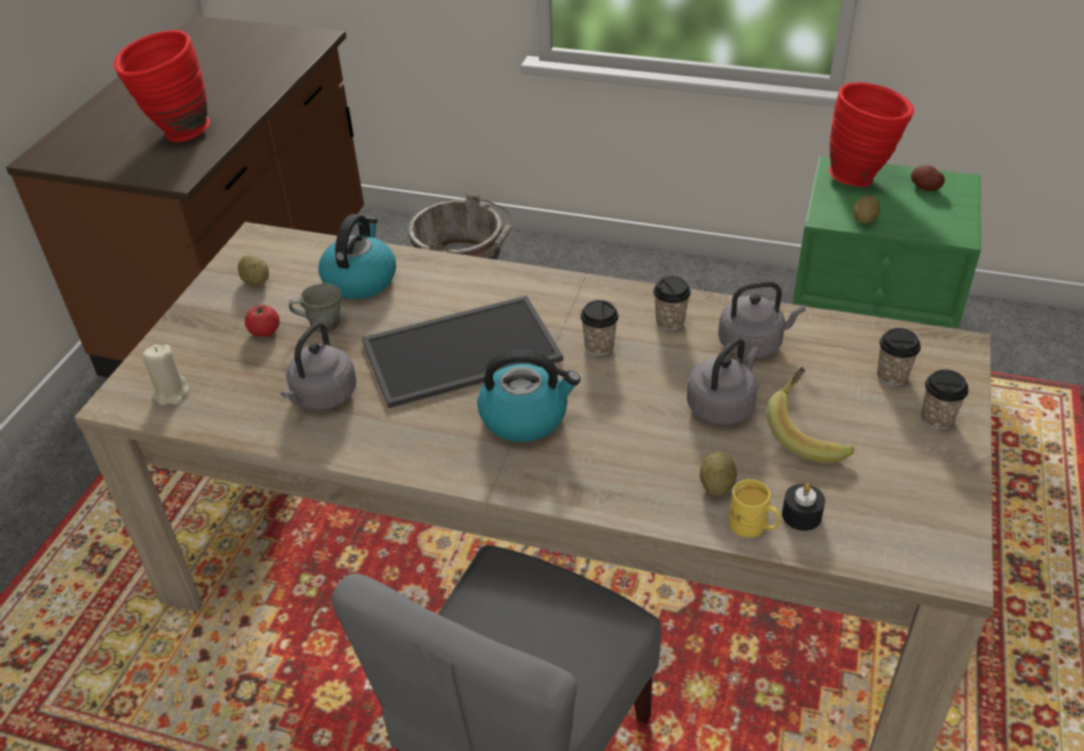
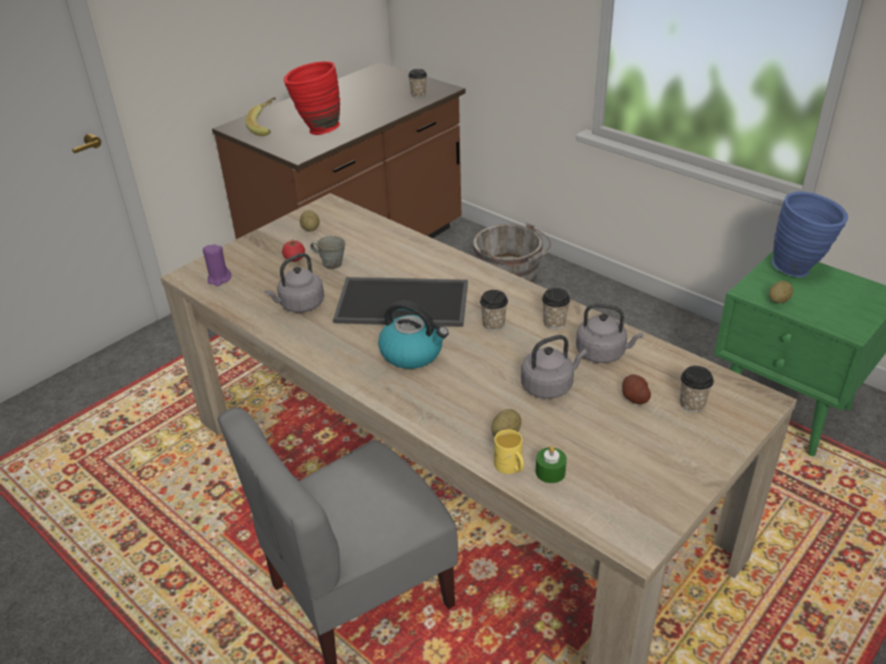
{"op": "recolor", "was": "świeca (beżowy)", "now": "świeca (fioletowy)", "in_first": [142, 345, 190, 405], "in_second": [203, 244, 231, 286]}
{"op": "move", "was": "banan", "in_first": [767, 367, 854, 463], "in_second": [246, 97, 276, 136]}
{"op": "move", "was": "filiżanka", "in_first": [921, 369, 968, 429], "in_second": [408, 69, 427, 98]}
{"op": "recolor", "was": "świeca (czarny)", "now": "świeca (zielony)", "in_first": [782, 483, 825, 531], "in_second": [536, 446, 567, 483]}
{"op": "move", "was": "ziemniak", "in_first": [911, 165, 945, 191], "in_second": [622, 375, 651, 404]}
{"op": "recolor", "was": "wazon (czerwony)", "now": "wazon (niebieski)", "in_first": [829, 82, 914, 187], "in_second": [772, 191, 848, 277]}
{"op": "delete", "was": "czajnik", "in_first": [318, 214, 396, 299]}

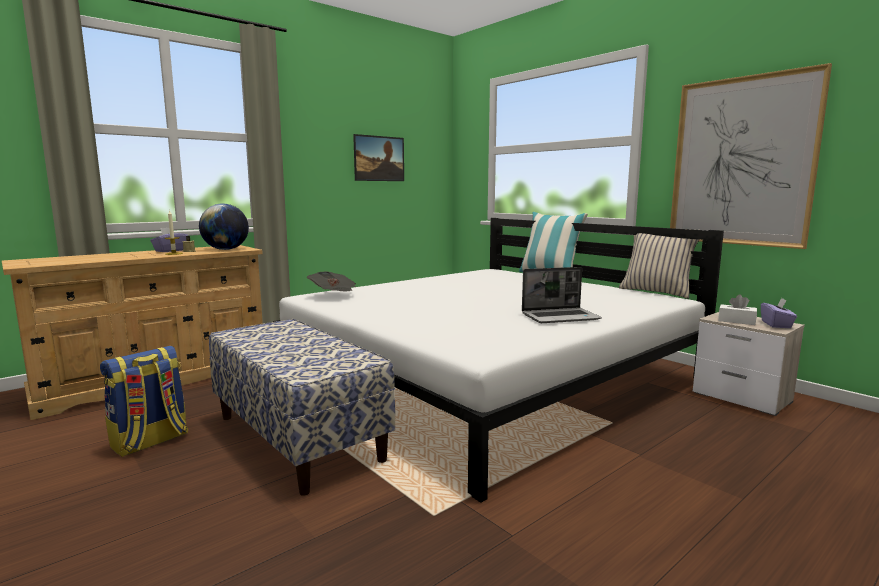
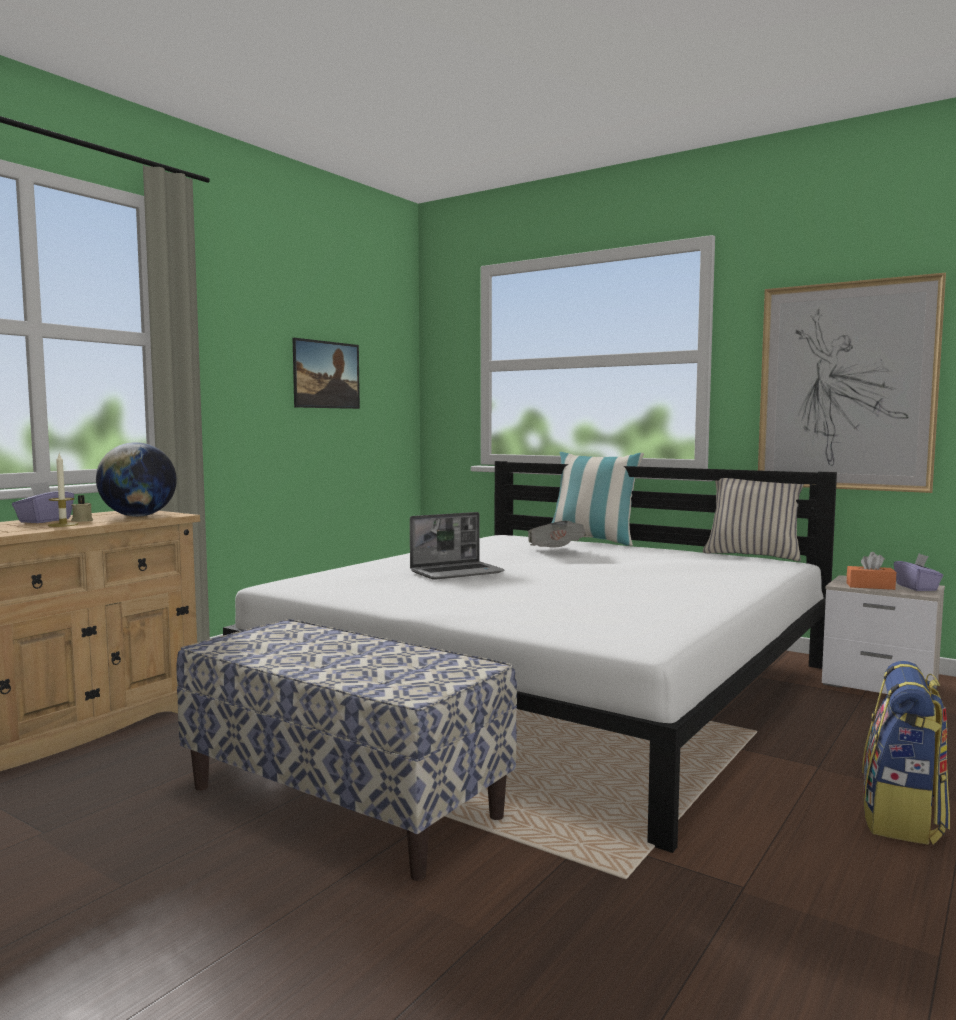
{"op": "move", "was": "laptop", "in_first": [522, 267, 602, 323], "in_second": [410, 512, 505, 580]}
{"op": "move", "was": "gazeta", "in_first": [307, 272, 356, 291], "in_second": [528, 521, 586, 548]}
{"op": "recolor", "was": "pudełko chusteczek (biały)", "now": "pudełko chusteczek (pomarańczowy)", "in_first": [718, 295, 757, 325], "in_second": [846, 552, 896, 590]}
{"op": "move", "was": "plecak", "in_first": [100, 346, 188, 457], "in_second": [862, 661, 950, 845]}

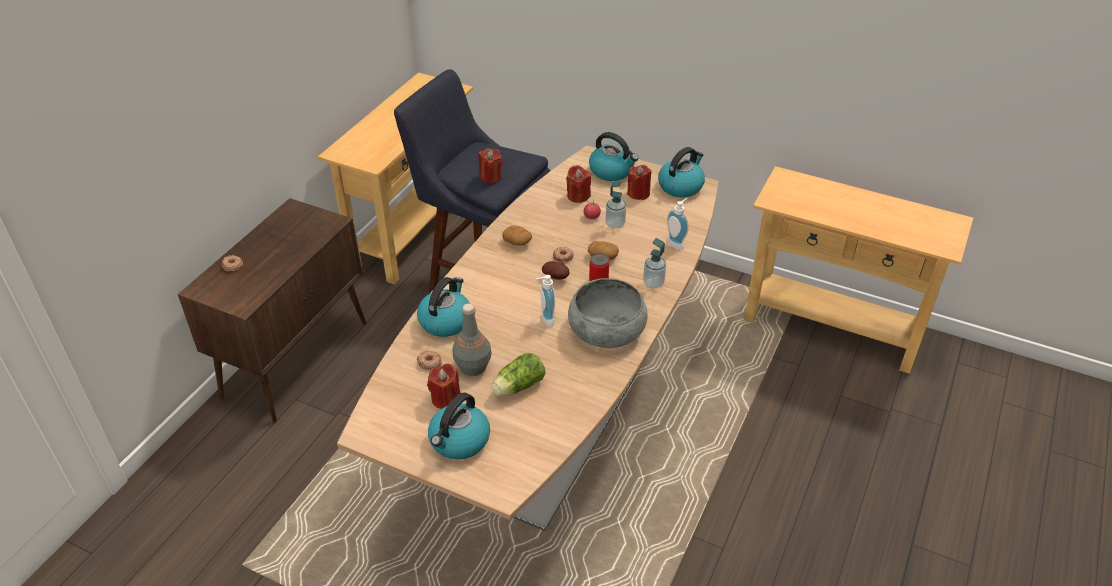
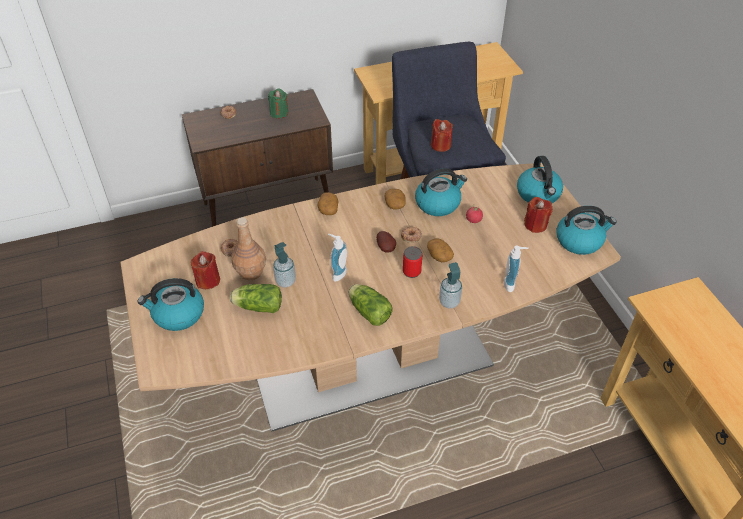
{"op": "recolor", "was": "butelka (szary)", "now": "butelka (brązowy)", "in_first": [453, 304, 492, 376], "in_second": [231, 217, 266, 280]}
{"op": "insert", "now": "świeca (zielony)", "in_second": [268, 88, 288, 118]}
{"op": "move", "was": "dozownik mydła", "in_first": [606, 181, 626, 229], "in_second": [273, 242, 296, 287]}
{"op": "insert", "now": "ziemniak", "in_second": [318, 192, 338, 215]}
{"op": "replace", "was": "miska (szary)", "now": "sałata", "in_first": [568, 278, 648, 348], "in_second": [348, 284, 393, 326]}
{"op": "move", "was": "czajnik", "in_first": [417, 277, 470, 337], "in_second": [415, 168, 467, 216]}
{"op": "delete", "was": "świeca (czerwony)", "in_first": [566, 165, 591, 203]}

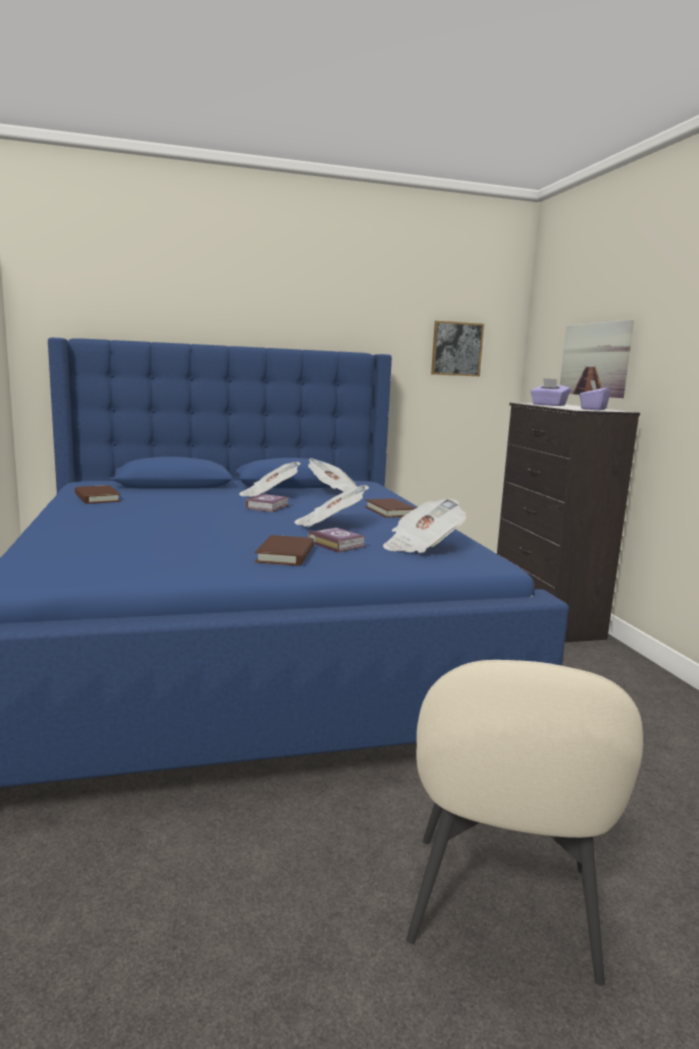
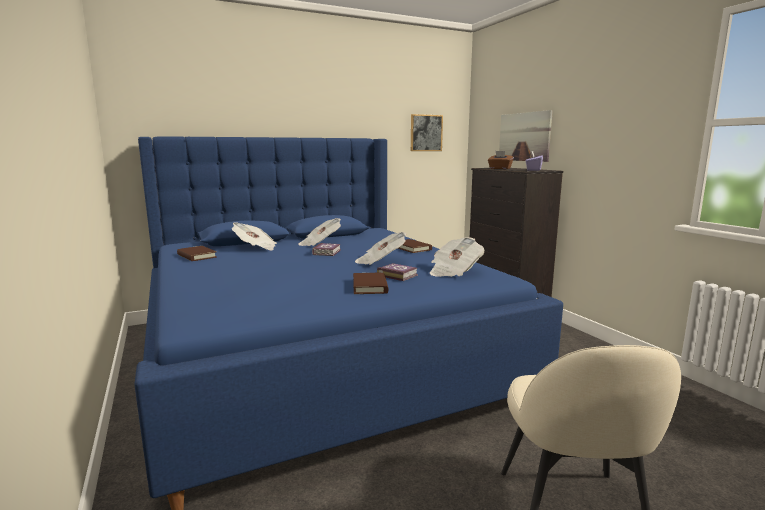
{"op": "move", "was": "gazeta", "in_first": [308, 458, 358, 492], "in_second": [232, 222, 277, 251]}
{"op": "recolor", "was": "pudełko chusteczek (fioletowy)", "now": "pudełko chusteczek (brązowy)", "in_first": [530, 378, 570, 406], "in_second": [488, 151, 514, 169]}

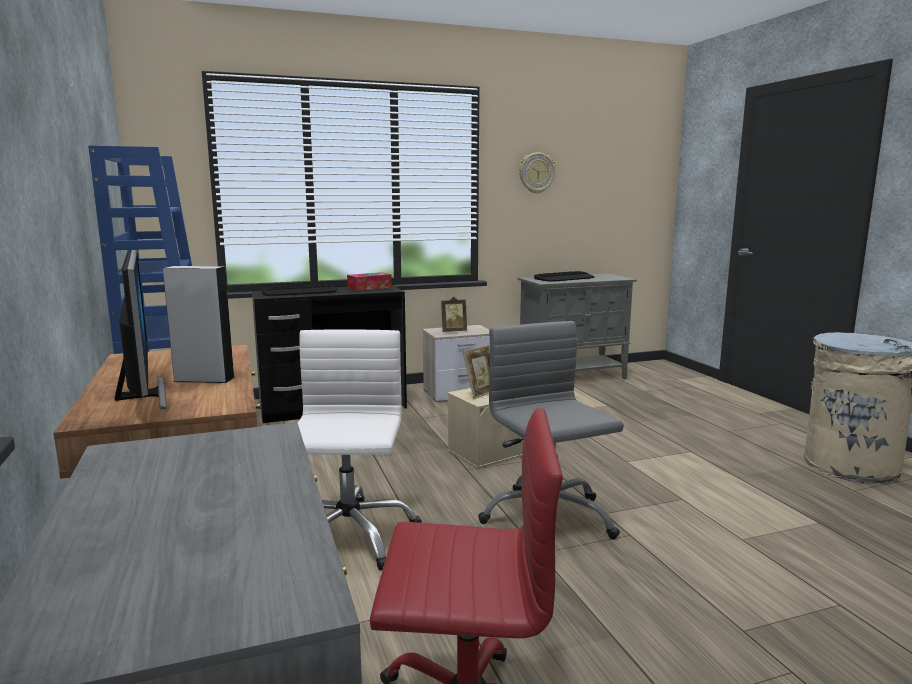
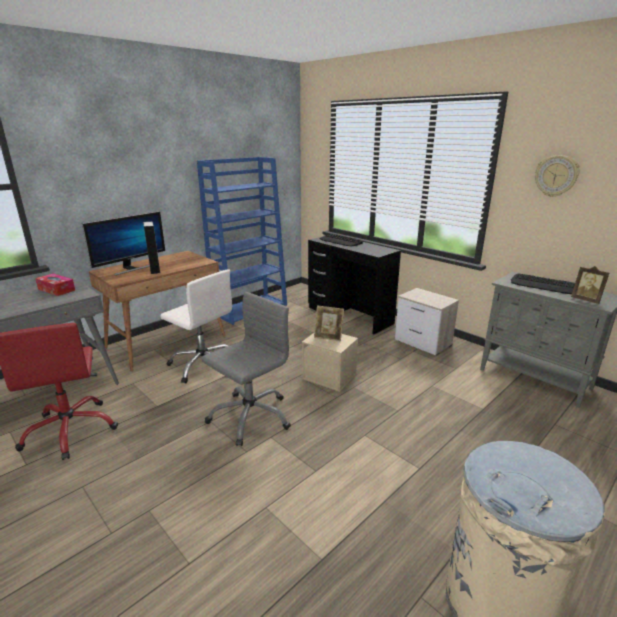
{"op": "move", "was": "pudełko chusteczek", "in_first": [347, 272, 392, 291], "in_second": [35, 273, 75, 296]}
{"op": "rotate", "was": "krzesło biurowe (biały)", "in_first": [297, 329, 422, 571], "in_second": [160, 269, 232, 383], "clockwise": 60}
{"op": "move", "was": "ramka na zdjęcie", "in_first": [441, 297, 467, 332], "in_second": [571, 266, 609, 304]}

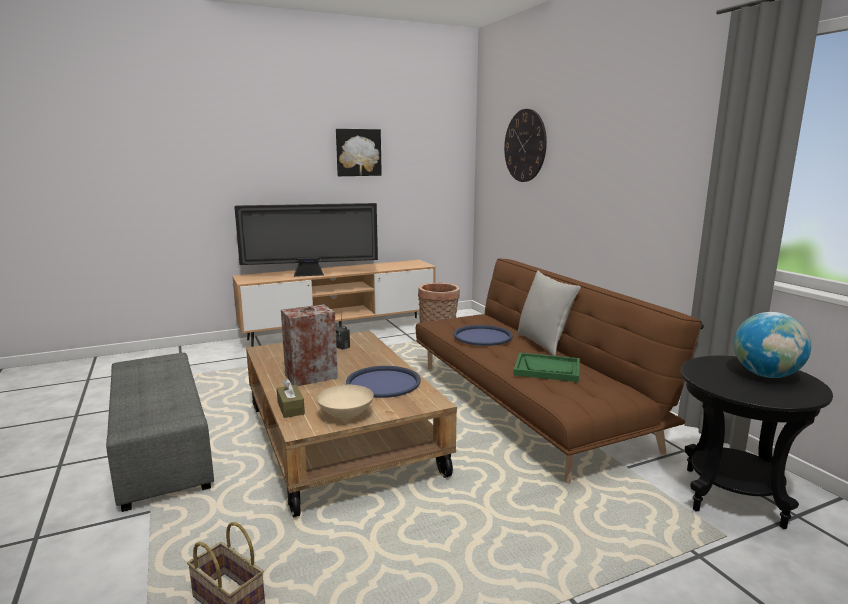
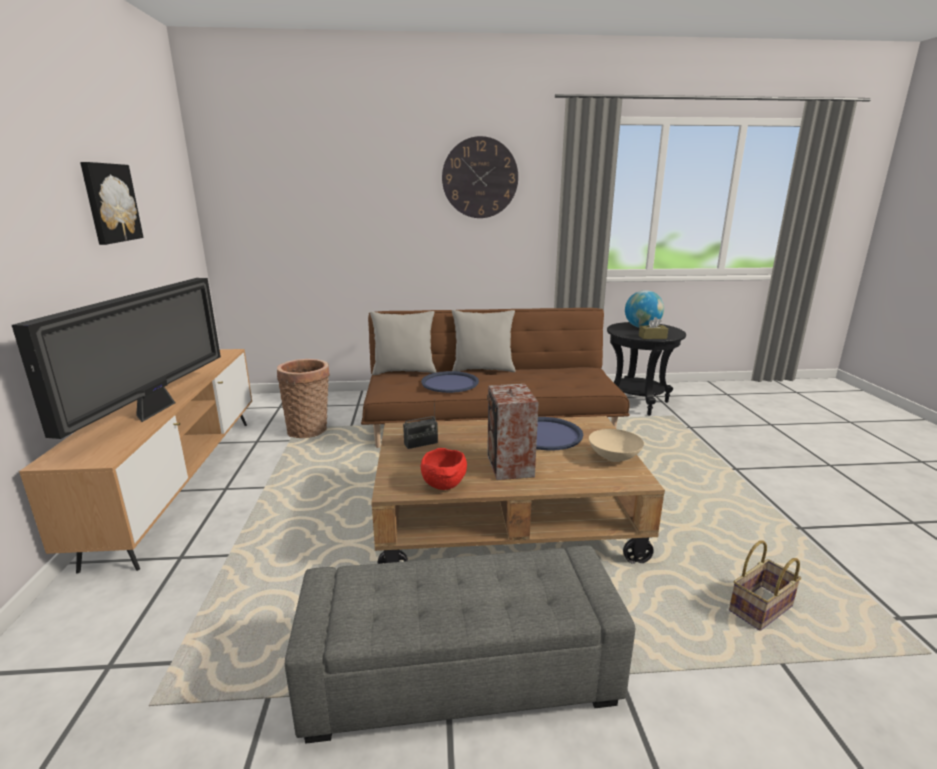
{"op": "insert", "now": "poduszka (szary)", "in_second": [370, 311, 437, 375]}
{"op": "insert", "now": "miska (czerwony)", "in_second": [421, 448, 467, 490]}
{"op": "move", "was": "zegar ścienny", "in_first": [504, 109, 547, 182], "in_second": [442, 136, 518, 218]}
{"op": "move", "was": "pudełko chusteczek (brązowy)", "in_first": [277, 378, 305, 418], "in_second": [639, 317, 668, 339]}
{"op": "delete", "was": "taca (zielony)", "in_first": [513, 352, 580, 382]}

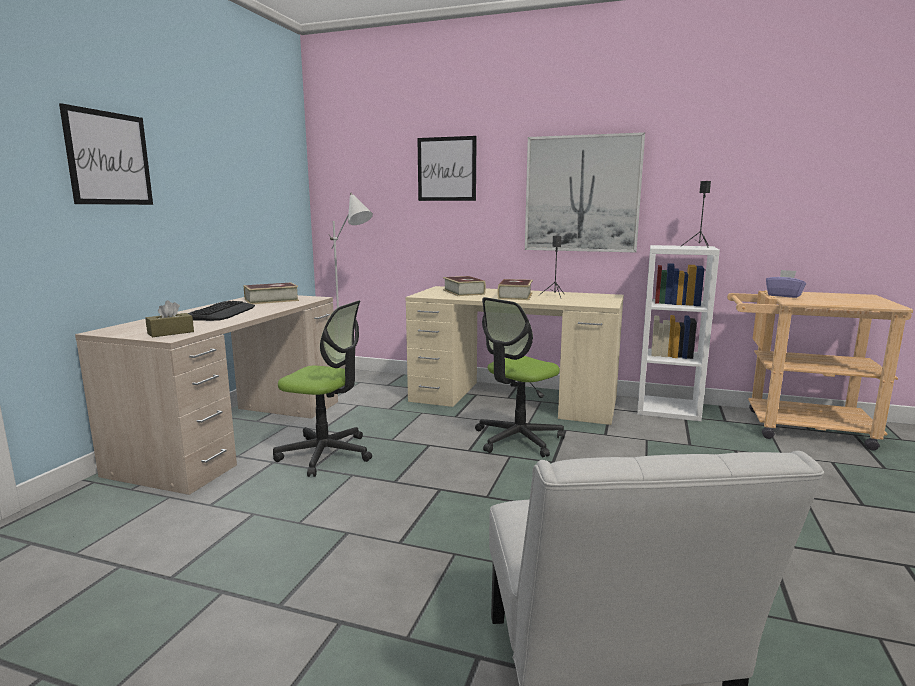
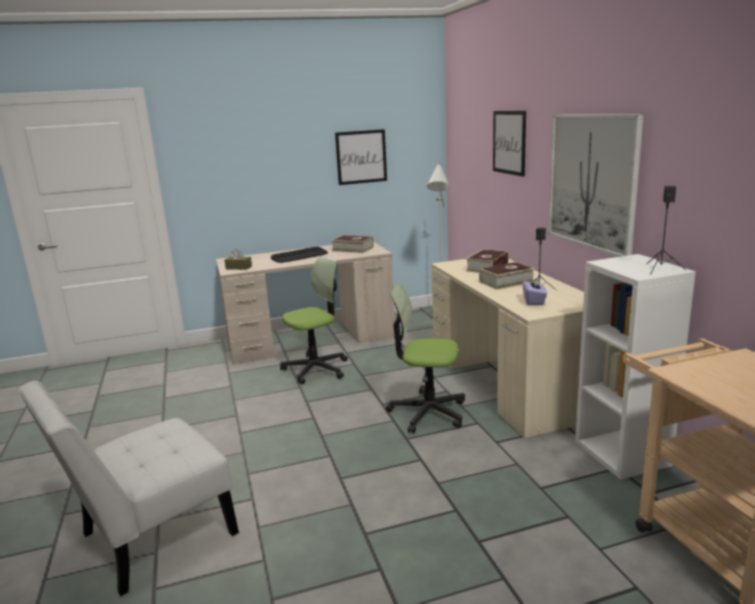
{"op": "rotate", "was": "krzesło biurowe", "in_first": [273, 301, 372, 477], "in_second": [280, 256, 348, 384], "clockwise": -105}
{"op": "move", "was": "obraz", "in_first": [59, 103, 153, 205], "in_second": [335, 129, 387, 185]}
{"op": "move", "was": "pudełko chusteczek (fioletowy)", "in_first": [766, 270, 806, 298], "in_second": [523, 277, 547, 305]}

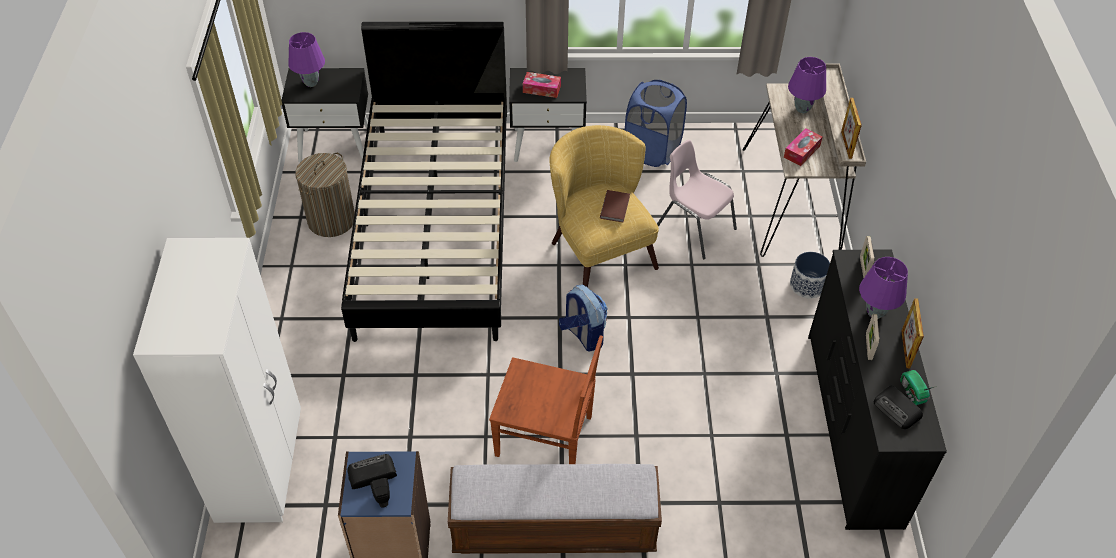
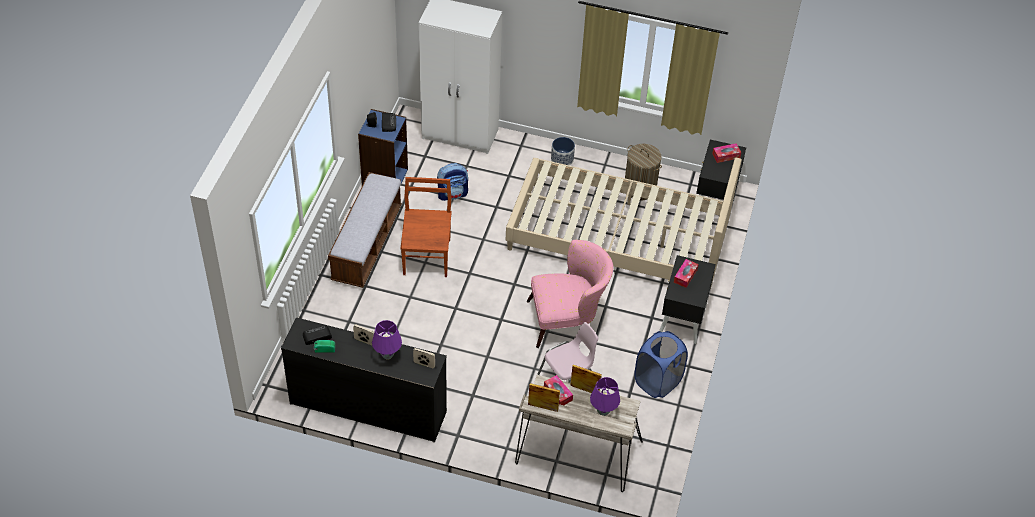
{"op": "rotate", "was": "krzesło (brązowy)", "in_first": [489, 335, 603, 464], "in_second": [401, 177, 452, 277], "clockwise": 150}
{"op": "move", "was": "plecak", "in_first": [559, 285, 608, 352], "in_second": [437, 163, 468, 201]}
{"op": "recolor", "was": "łóżko (czarny)", "now": "łóżko (beżowy)", "in_first": [341, 22, 507, 342], "in_second": [506, 158, 742, 289]}
{"op": "recolor", "was": "fotel (żółty)", "now": "fotel (różowy)", "in_first": [549, 125, 659, 288], "in_second": [527, 240, 613, 348]}
{"op": "move", "was": "donica", "in_first": [790, 252, 830, 298], "in_second": [551, 137, 575, 166]}
{"op": "move", "was": "ramka na zdjęcie", "in_first": [901, 298, 924, 368], "in_second": [570, 365, 602, 393]}
{"op": "replace", "was": "lampa stołowa (fioletowy)", "now": "pudełko chusteczek", "in_first": [288, 32, 325, 87], "in_second": [712, 143, 741, 163]}
{"op": "delete", "was": "książka (brązowy)", "in_first": [600, 190, 630, 223]}

